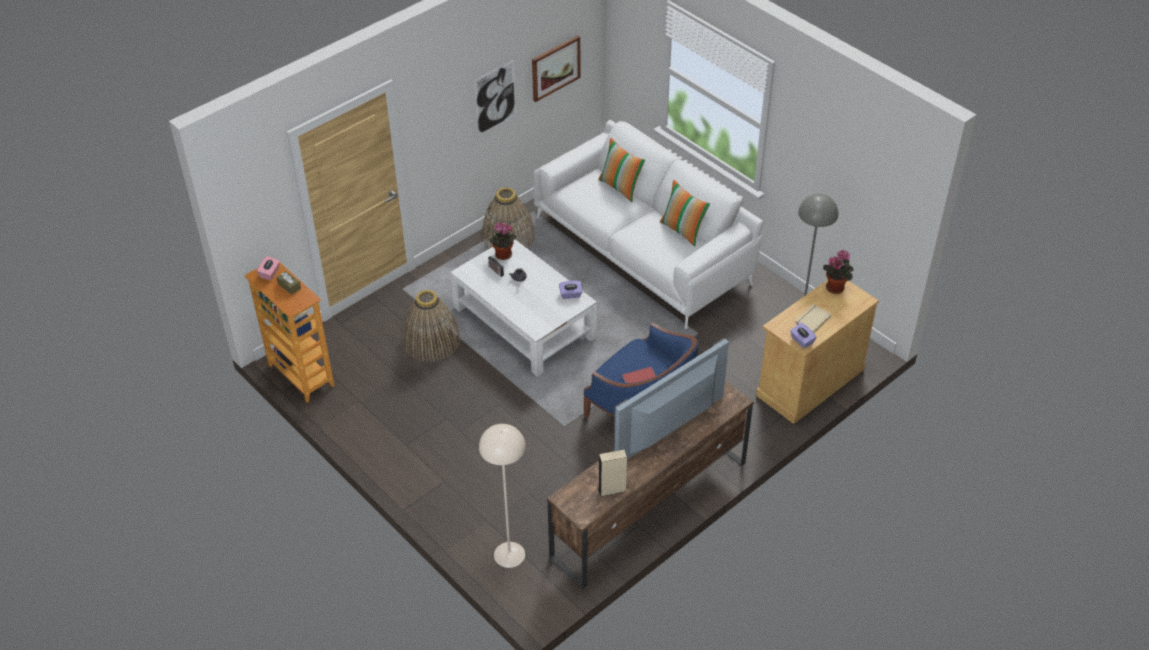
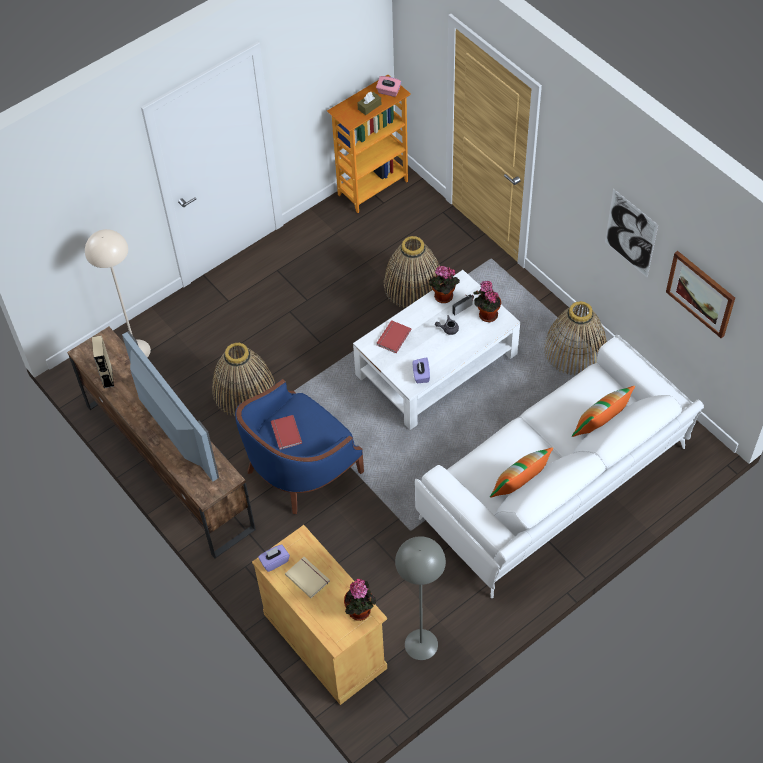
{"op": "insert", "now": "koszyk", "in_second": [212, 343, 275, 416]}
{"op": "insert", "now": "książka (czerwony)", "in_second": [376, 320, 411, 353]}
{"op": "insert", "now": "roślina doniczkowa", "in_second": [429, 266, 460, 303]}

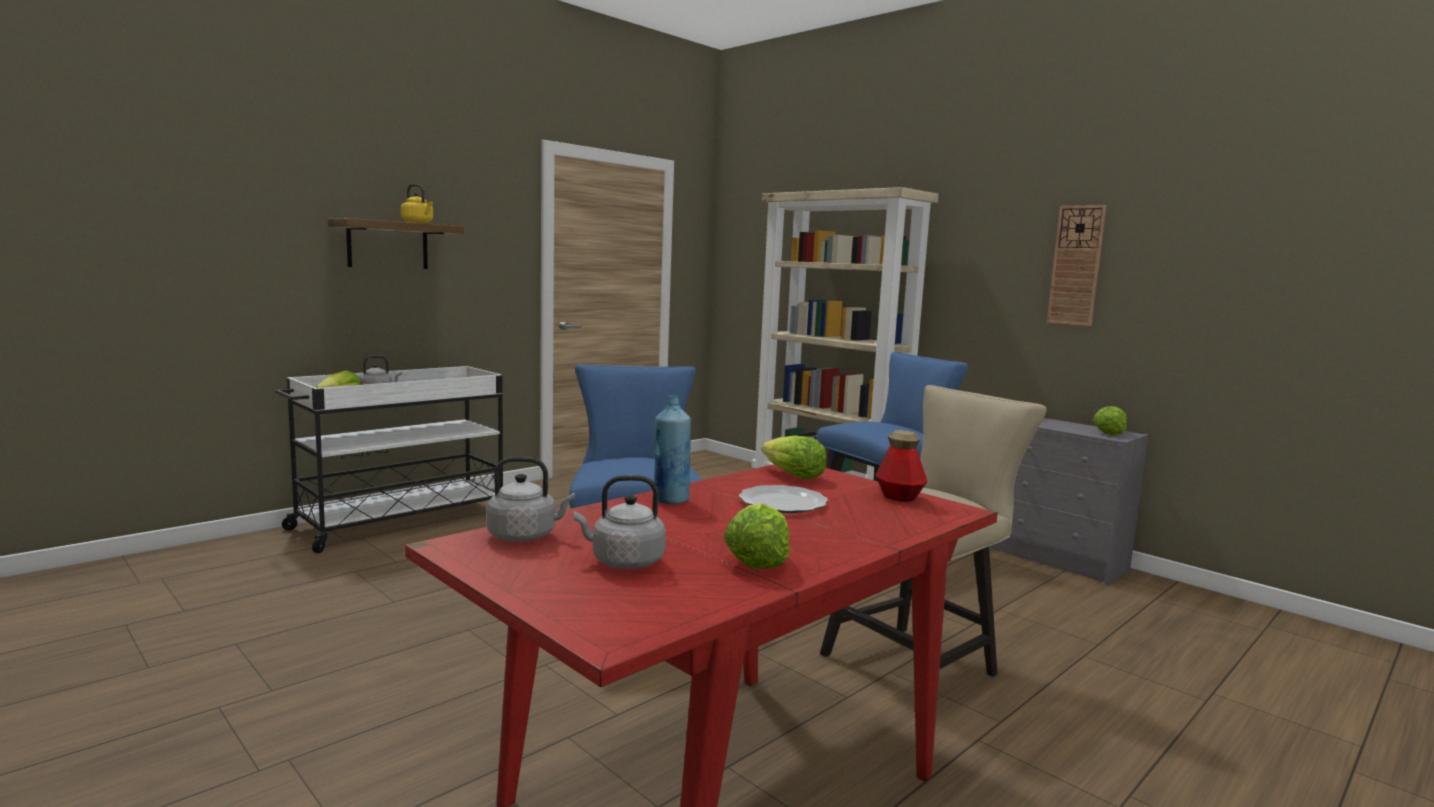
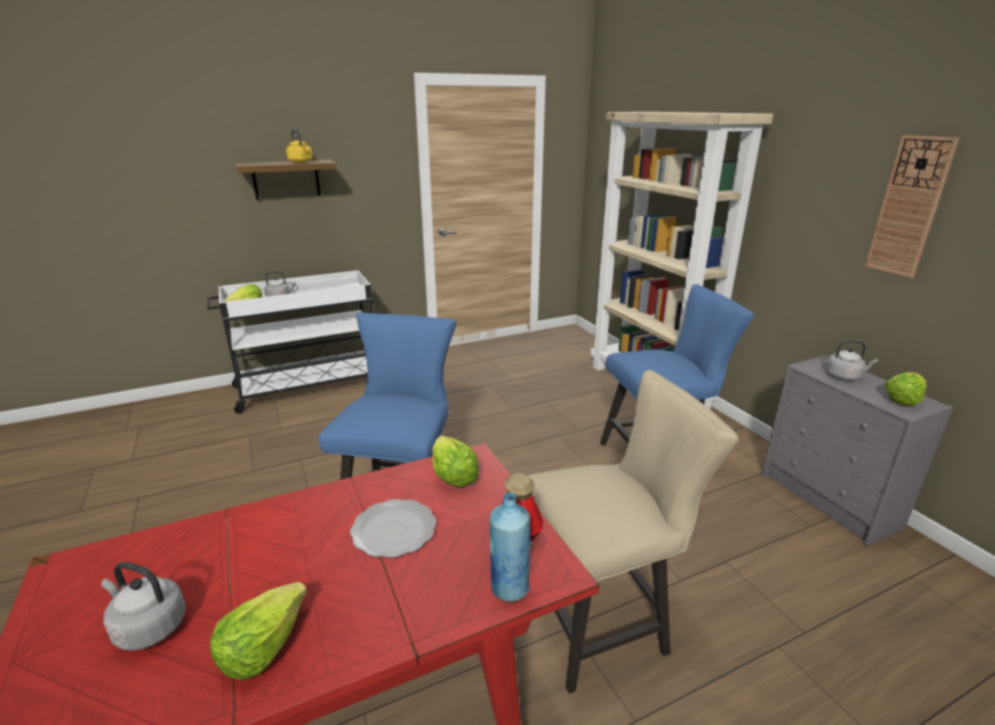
{"op": "move", "was": "butelka (niebieski)", "in_first": [654, 396, 691, 504], "in_second": [490, 493, 531, 602]}
{"op": "move", "was": "czajnik (szary)", "in_first": [487, 456, 575, 542], "in_second": [826, 340, 878, 381]}

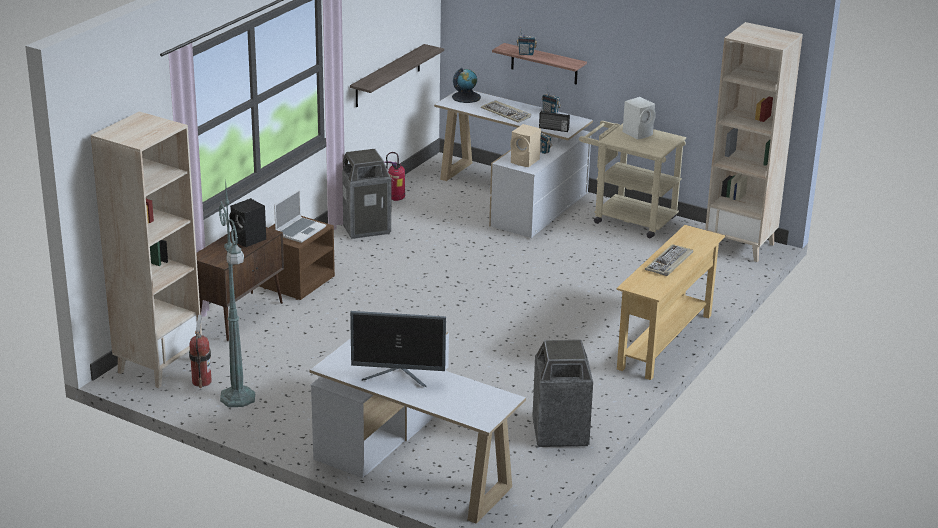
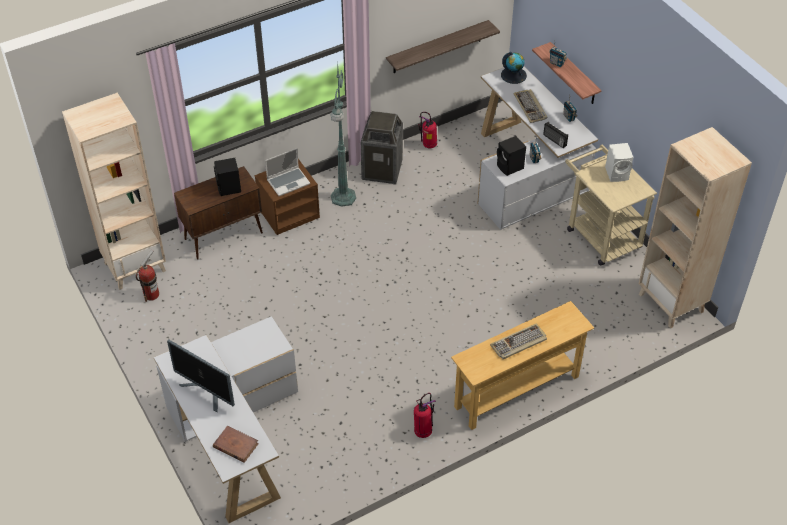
{"op": "insert", "now": "książka (brązowy)", "in_second": [213, 426, 259, 463]}
{"op": "move", "was": "lampa stojąca (zielony)", "in_first": [219, 178, 255, 407], "in_second": [331, 62, 356, 207]}
{"op": "insert", "now": "gaśnica", "in_second": [414, 393, 436, 438]}
{"op": "recolor", "was": "głośnik (beżowy)", "now": "głośnik (czarny)", "in_first": [510, 124, 541, 167], "in_second": [497, 136, 526, 176]}
{"op": "delete", "was": "kosz na śmieci", "in_first": [532, 340, 593, 447]}

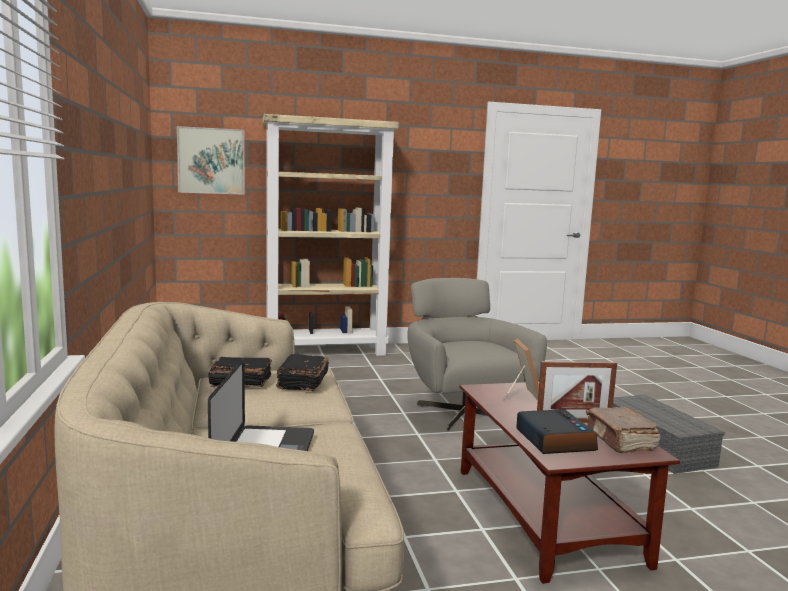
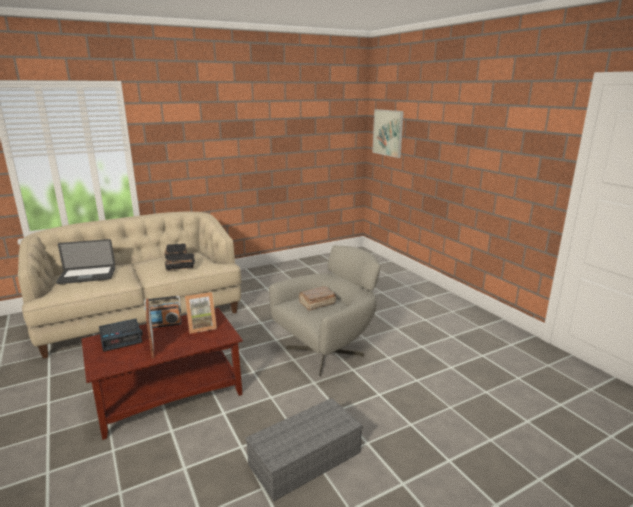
{"op": "insert", "now": "radio", "in_second": [144, 296, 181, 328]}
{"op": "move", "was": "książka (brązowy)", "in_first": [586, 407, 660, 453], "in_second": [299, 286, 336, 311]}
{"op": "delete", "was": "regał (beżowy)", "in_first": [263, 114, 399, 356]}

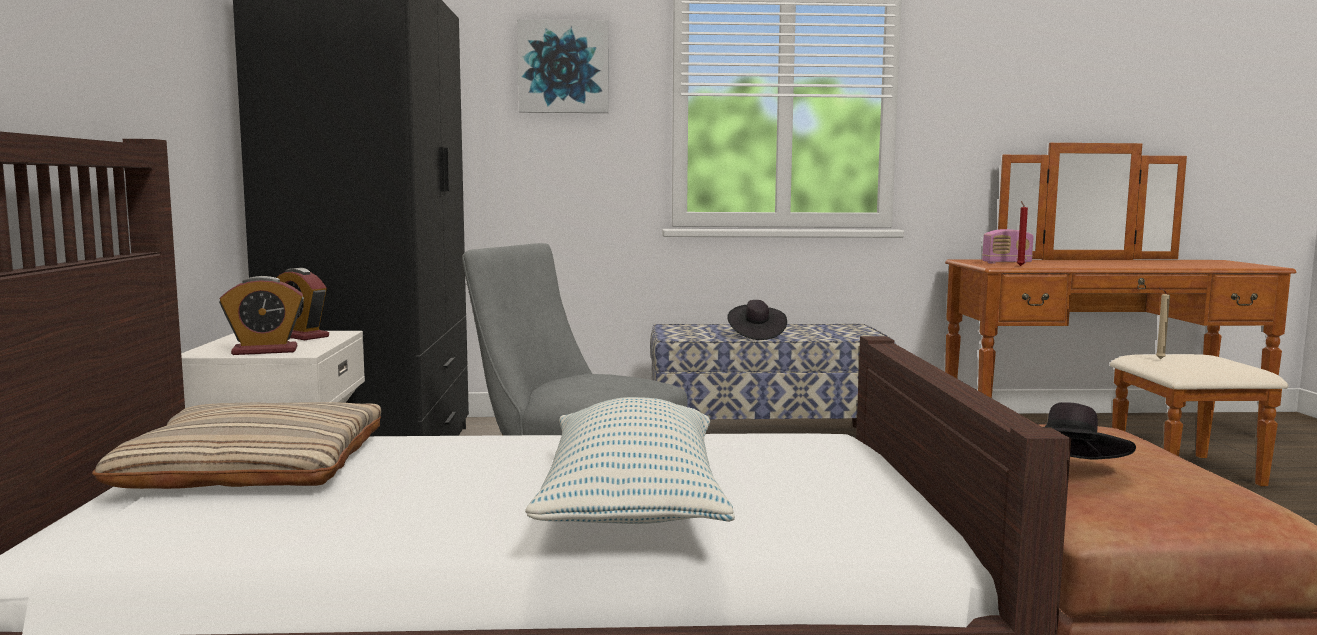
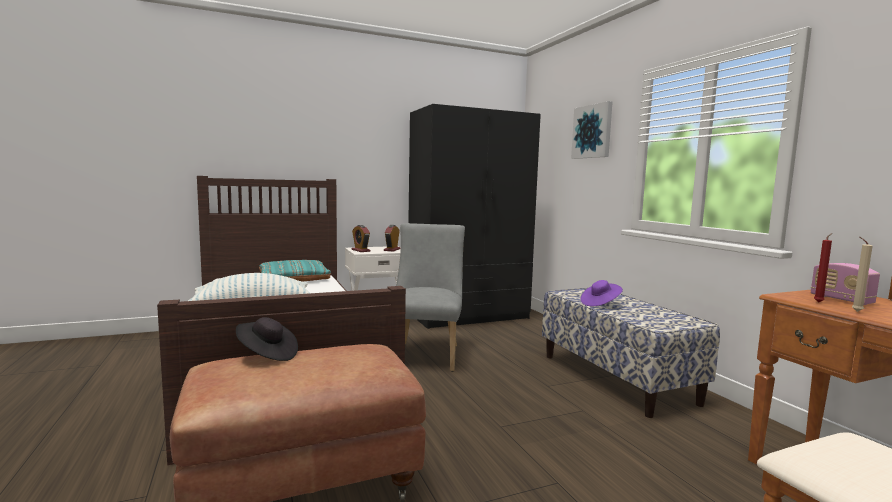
{"op": "recolor", "was": "poduszka (beżowy)", "now": "poduszka (turkusowy)", "in_first": [92, 402, 381, 489], "in_second": [259, 260, 331, 281]}
{"op": "recolor", "was": "kapelusz (czarny)", "now": "kapelusz (fioletowy)", "in_first": [727, 300, 787, 340], "in_second": [580, 280, 623, 306]}
{"op": "move", "was": "świeca (beżowy)", "in_first": [1156, 288, 1170, 359], "in_second": [852, 237, 872, 312]}

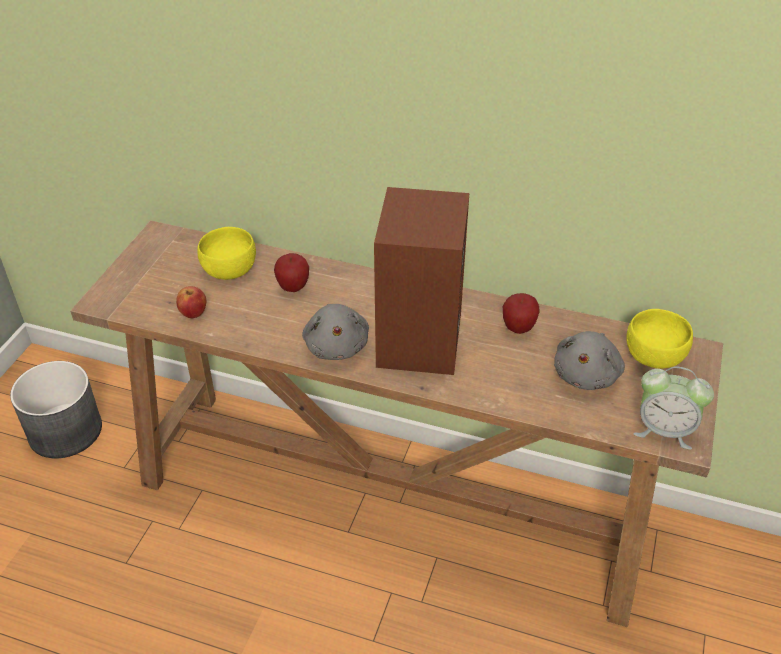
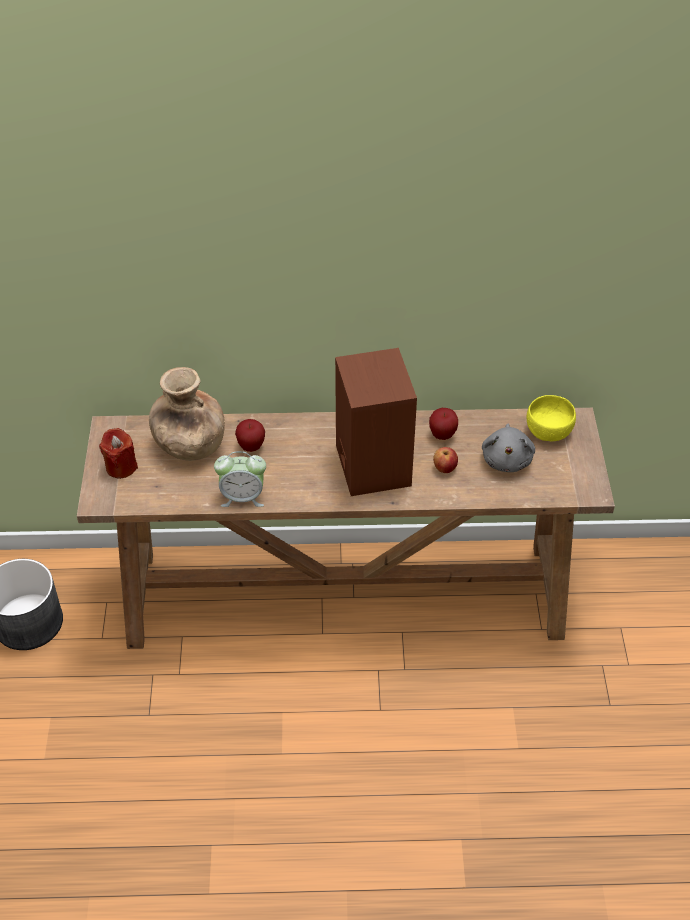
{"op": "insert", "now": "świeca (czerwony)", "in_second": [99, 428, 138, 479]}
{"op": "replace", "was": "miska (żółty)", "now": "wazon (brązowy)", "in_first": [197, 227, 256, 280], "in_second": [149, 367, 225, 461]}
{"op": "move", "was": "budzik", "in_first": [633, 366, 714, 450], "in_second": [214, 451, 266, 507]}
{"op": "move", "was": "jabłko", "in_first": [176, 286, 206, 318], "in_second": [433, 447, 458, 473]}
{"op": "delete", "was": "pluszak (szary)", "in_first": [302, 304, 369, 360]}

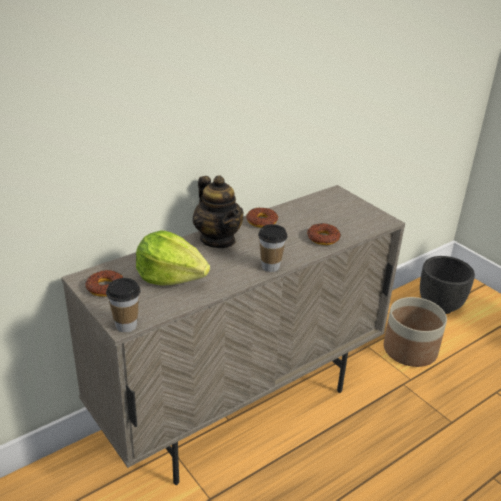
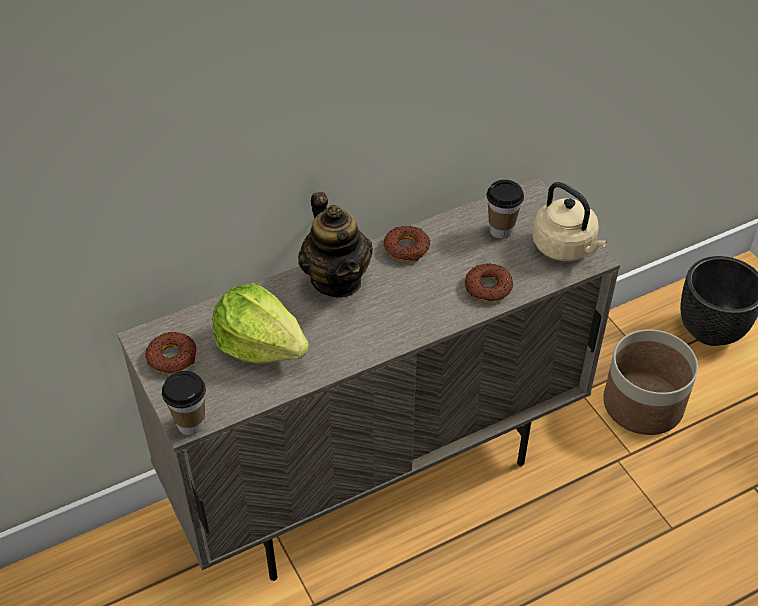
{"op": "move", "was": "filiżanka", "in_first": [258, 224, 287, 272], "in_second": [487, 180, 524, 239]}
{"op": "insert", "now": "czajnik (beżowy)", "in_second": [533, 182, 607, 261]}

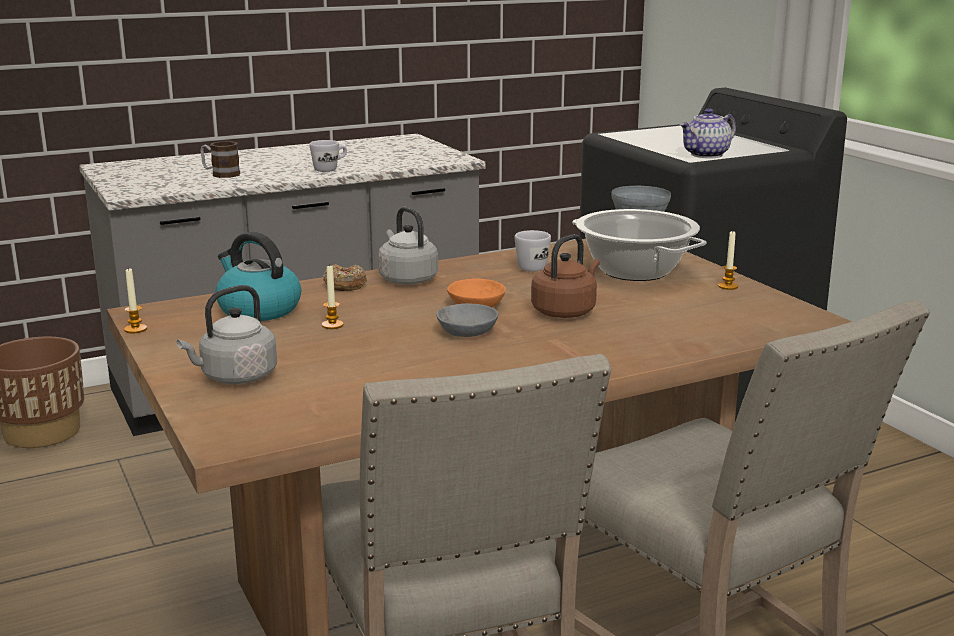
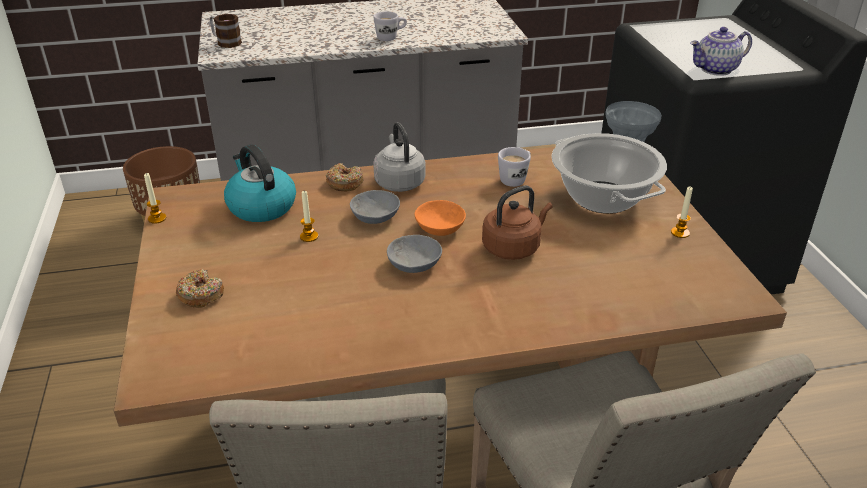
{"op": "replace", "was": "czajnik (szary)", "now": "donut", "in_first": [177, 285, 277, 384], "in_second": [176, 269, 224, 308]}
{"op": "move", "was": "kubek", "in_first": [200, 141, 240, 178], "in_second": [210, 14, 242, 48]}
{"op": "insert", "now": "miska (szary)", "in_second": [350, 190, 400, 224]}

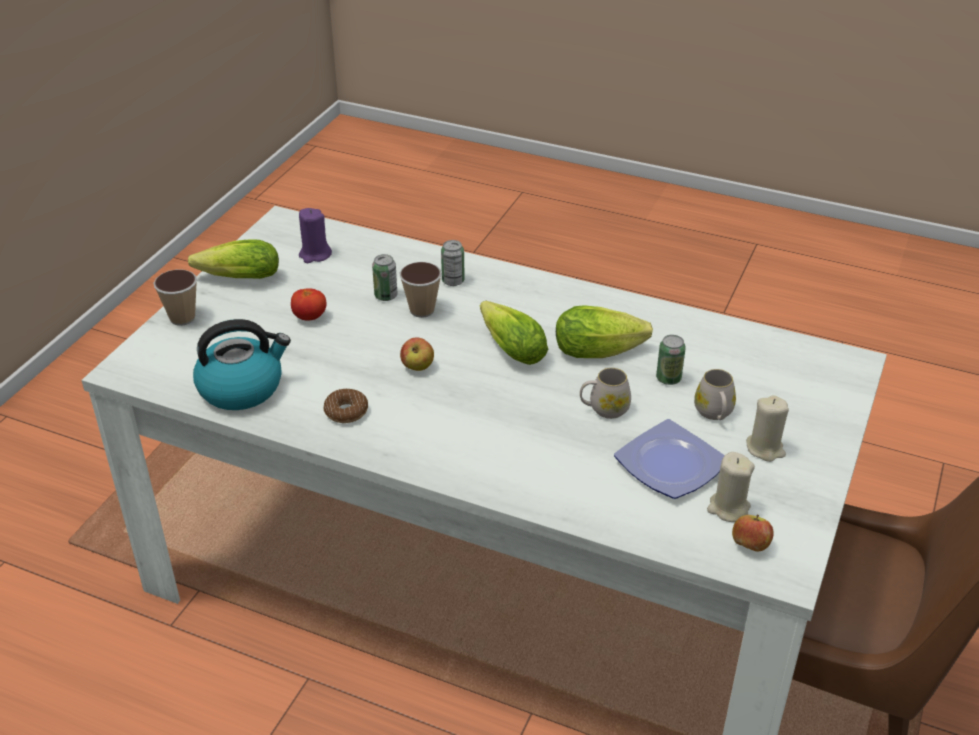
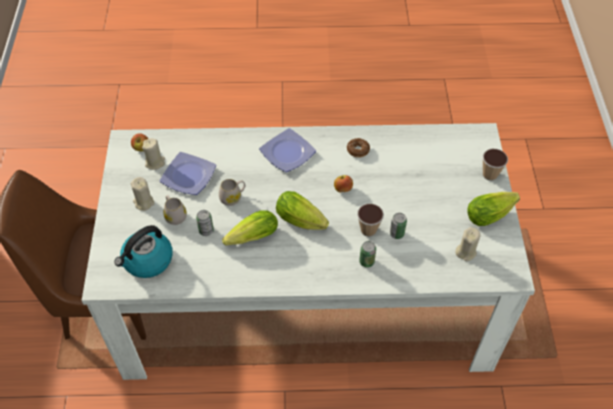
{"op": "move", "was": "czajnik", "in_first": [193, 319, 291, 410], "in_second": [114, 225, 173, 278]}
{"op": "insert", "now": "talerz", "in_second": [259, 128, 316, 172]}
{"op": "recolor", "was": "świeca (fioletowy)", "now": "świeca (beżowy)", "in_first": [299, 208, 332, 263], "in_second": [455, 227, 481, 261]}
{"op": "delete", "was": "pomidor", "in_first": [291, 288, 327, 321]}

